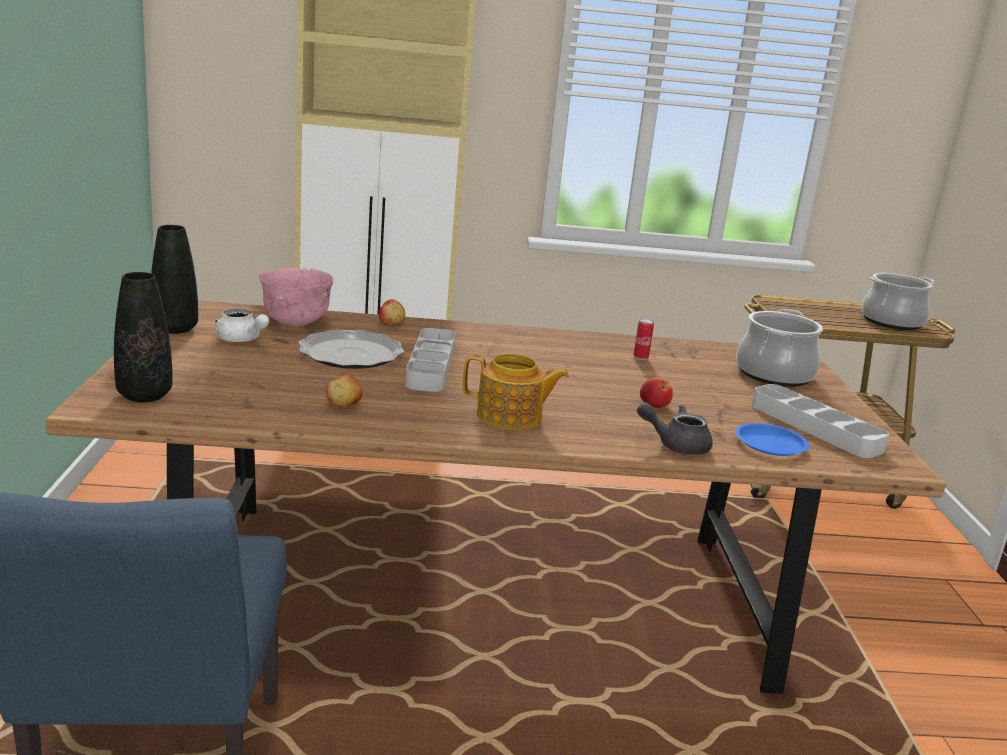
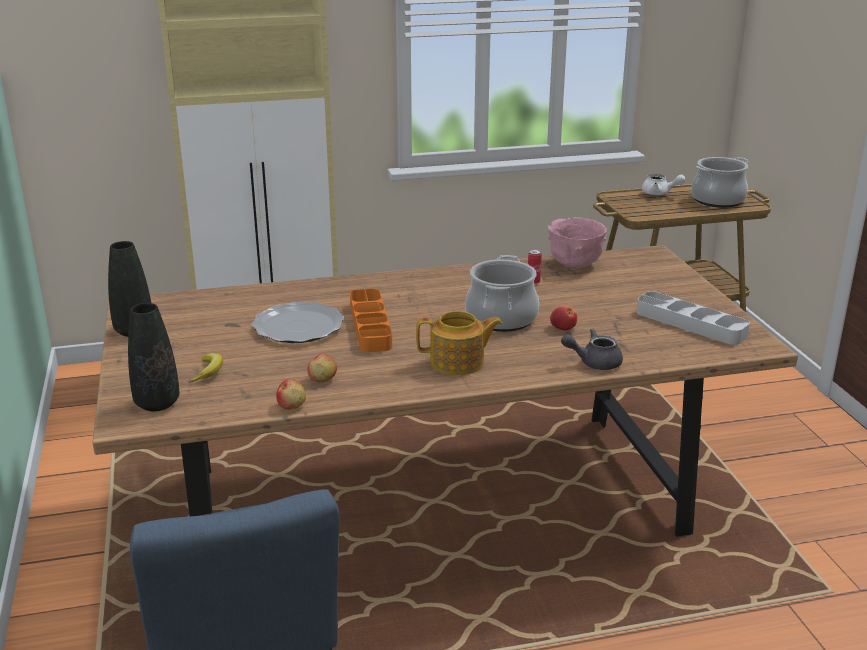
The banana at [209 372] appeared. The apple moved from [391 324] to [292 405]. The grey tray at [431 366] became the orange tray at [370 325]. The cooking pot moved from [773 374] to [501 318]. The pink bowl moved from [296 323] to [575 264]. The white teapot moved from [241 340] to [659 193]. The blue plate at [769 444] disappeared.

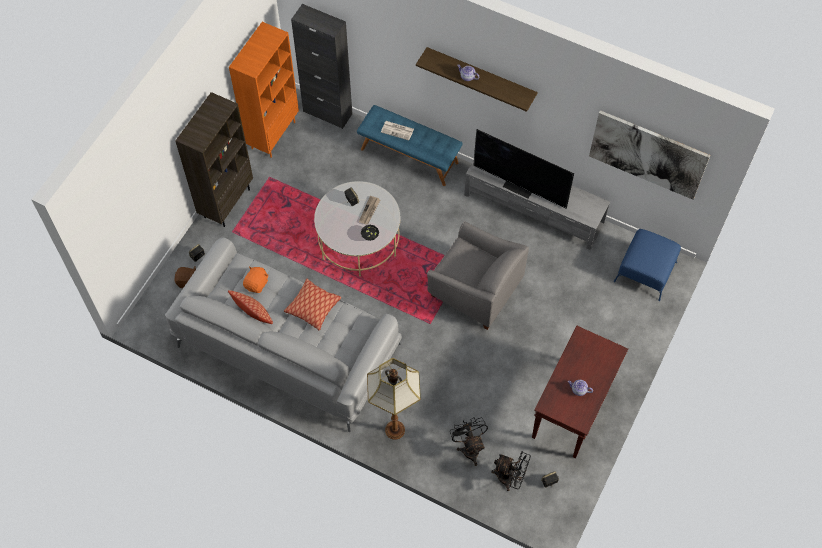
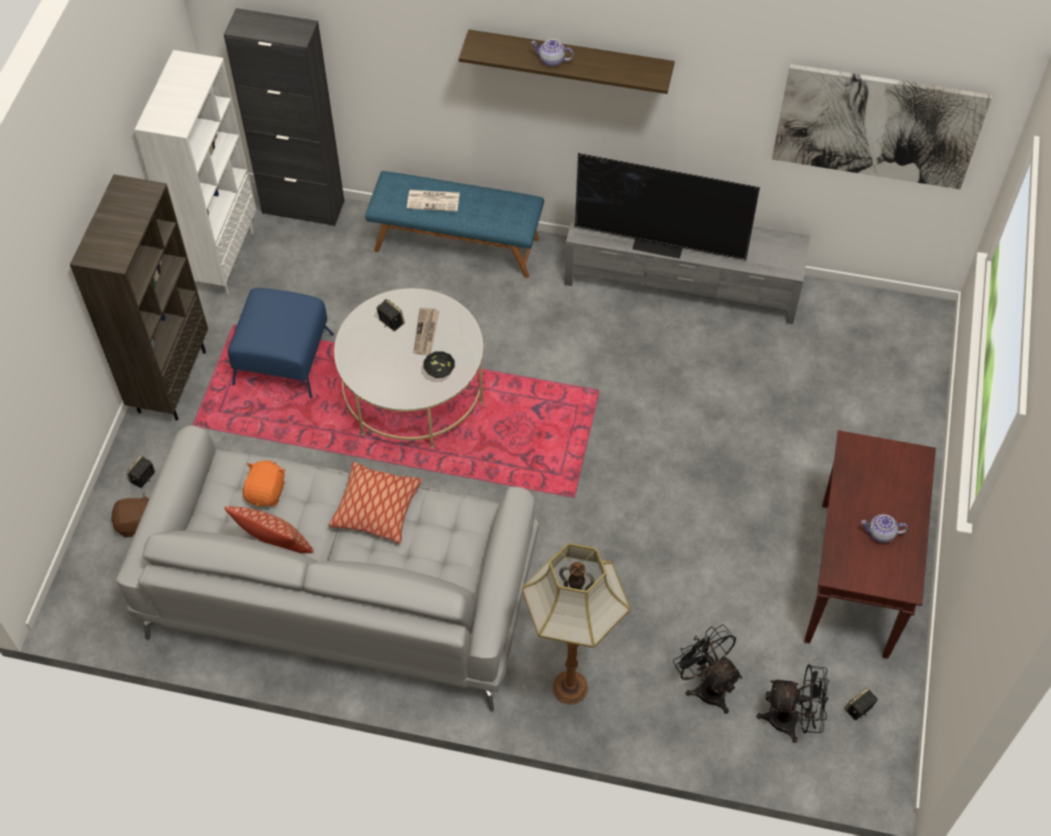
The orange bookcase at [273 134] became the white bookcase at [221 258]. The blue ottoman moved from [645 272] to [282 359]. The grey armchair at [475 289] disappeared.

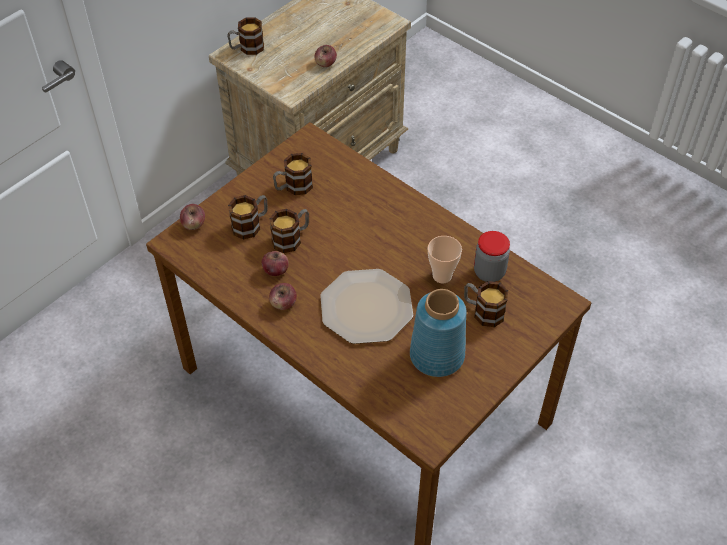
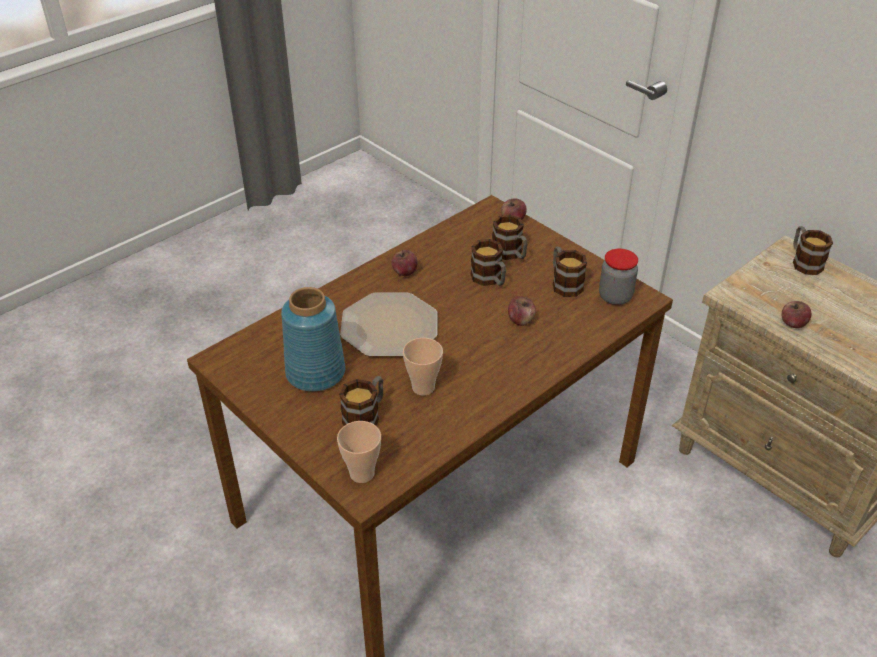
The cup at [362 473] appeared. The apple moved from [276 270] to [521 320]. The jar moved from [489 272] to [615 297].

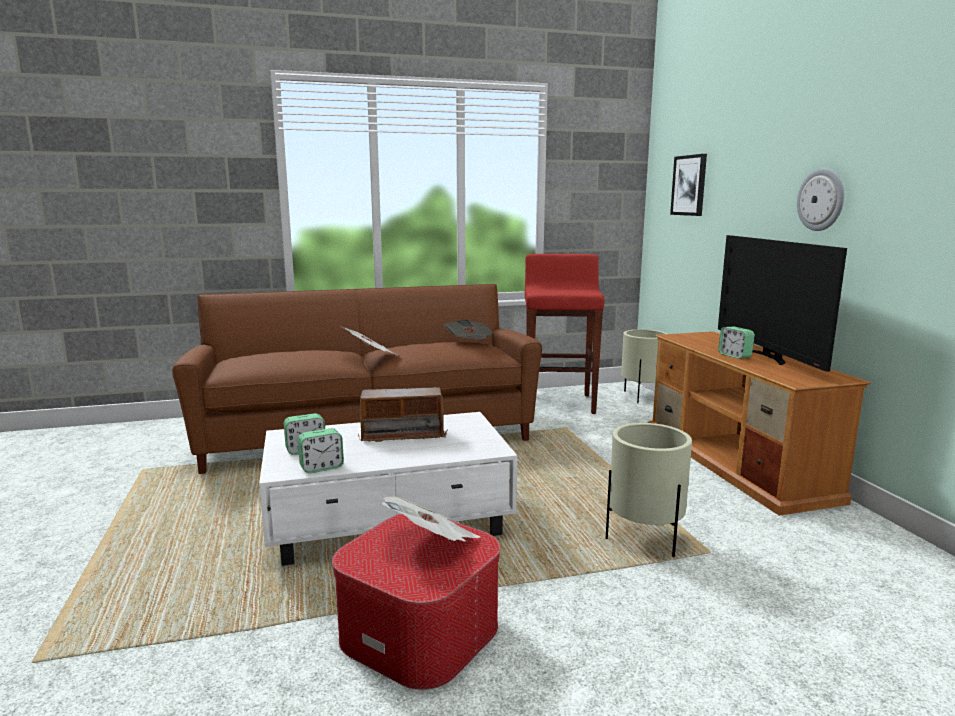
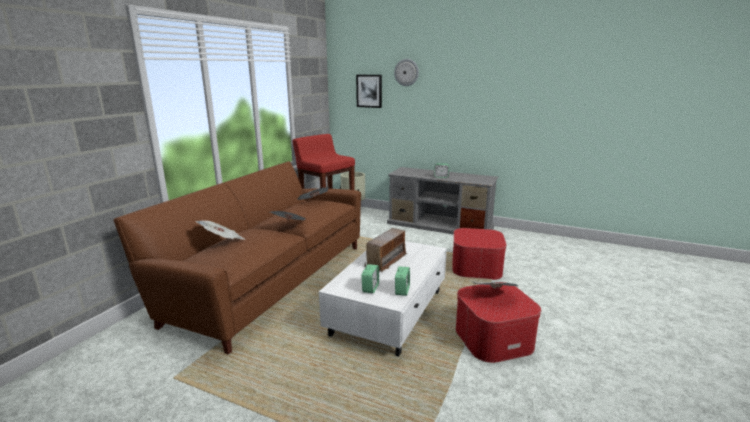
The newspaper at [223 241] appeared. The brown tv stand at [736 461] became the grey tv stand at [440 225]. The wall clock moved from [821 199] to [406 72]. The beige planter at [644 539] was replaced by the ottoman at [476 267]. The television at [768 357] disappeared.

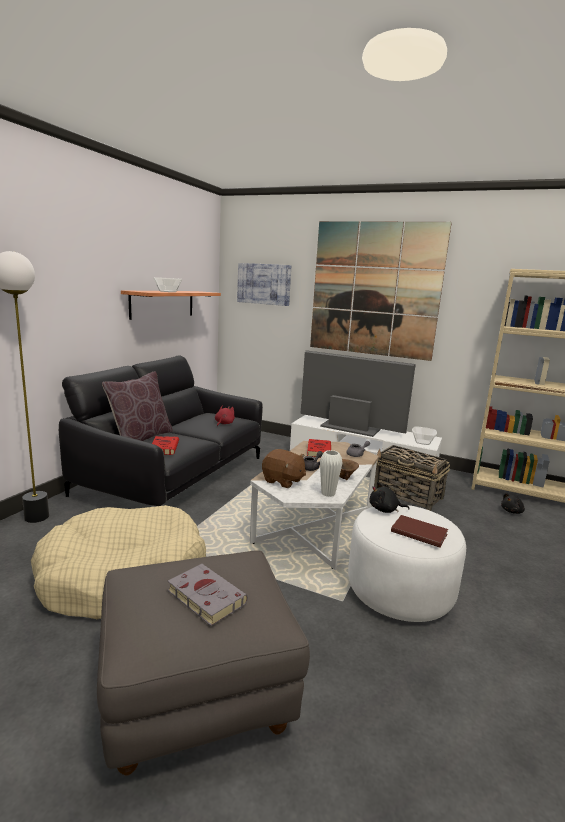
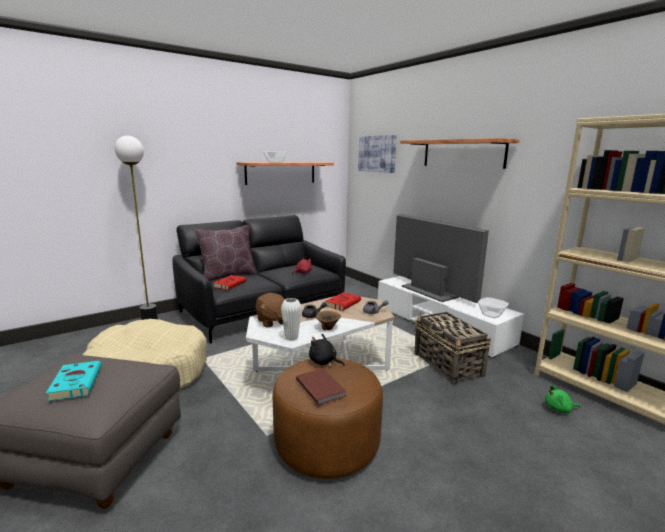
The grey book at [204 596] became the turquoise book at [76 382]. The white ottoman at [400 591] became the brown ottoman at [327 445]. The picture at [374 290] was replaced by the shelf at [462 153]. The black plush toy at [512 511] became the green plush toy at [559 409].

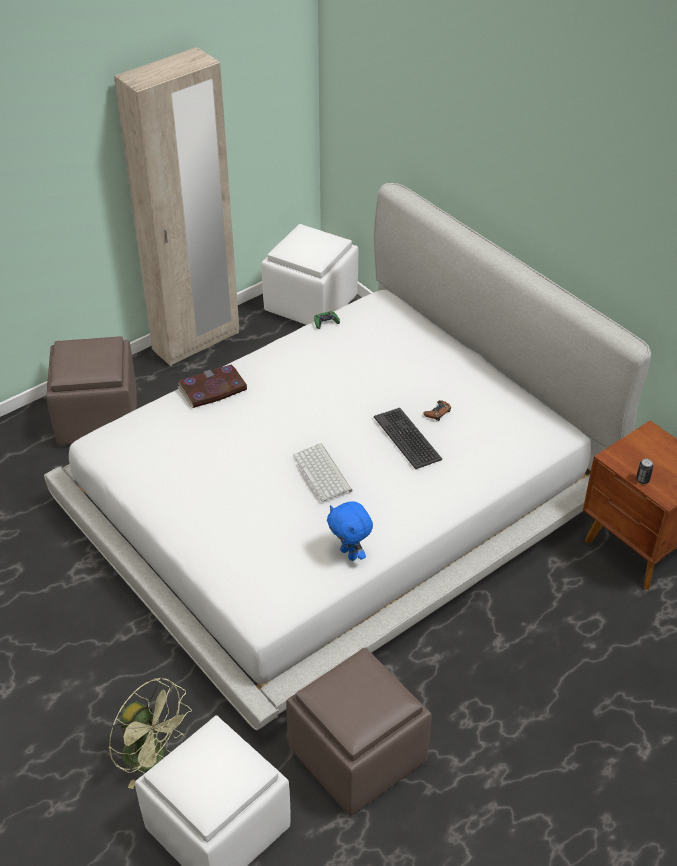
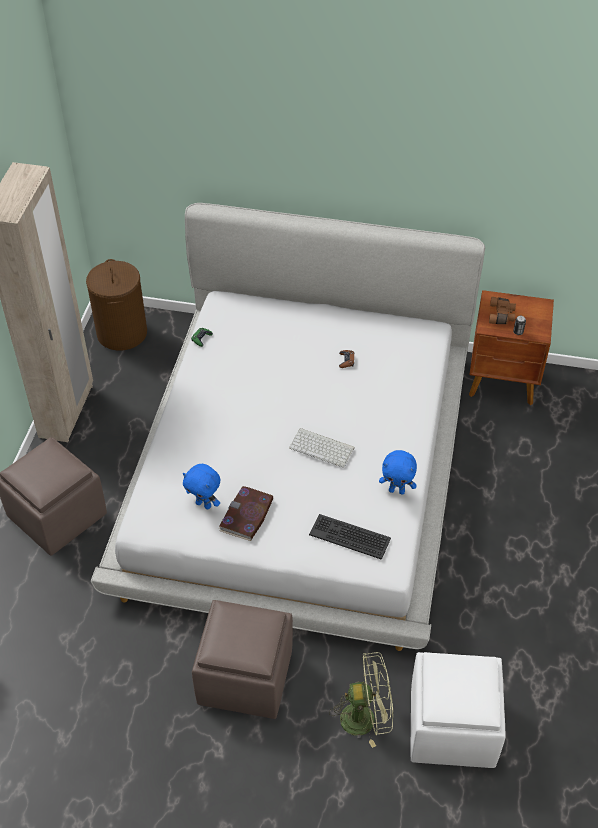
The white ottoman at [310 303] was replaced by the brown laundry basket at [122 333]. The blue plush toy at [204 504] appeared. The brown ottoman moved from [359 755] to [246 676]. The book moved from [212 389] to [247 515]. The keyboard moved from [408 438] to [350 536]. The brown binoculars at [502 315] appeared.

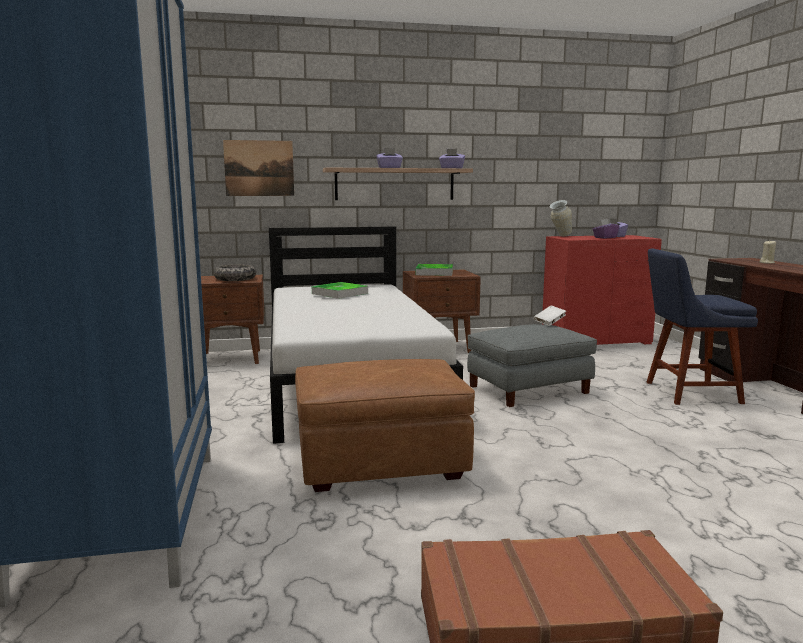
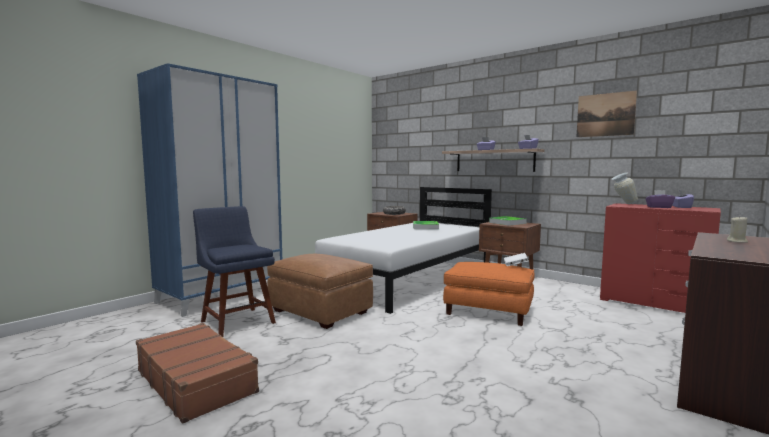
The blue chair moved from [687 392] to [236 321]. The grey ottoman at [528 390] became the orange ottoman at [487 311]. The picture moved from [259 168] to [605 114].

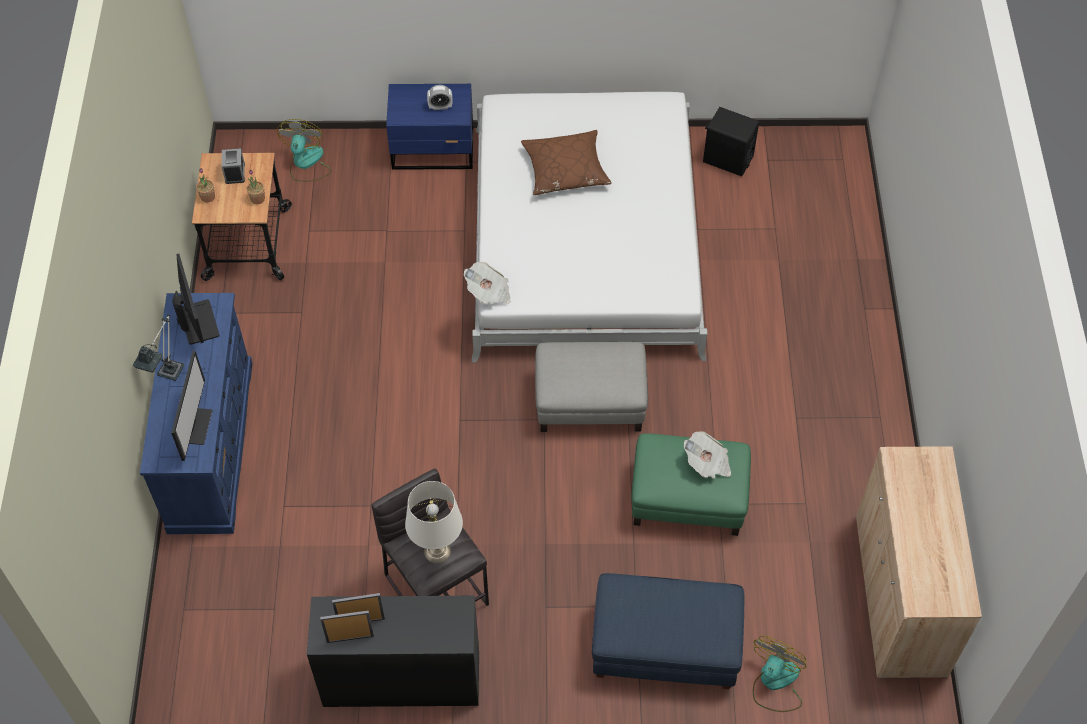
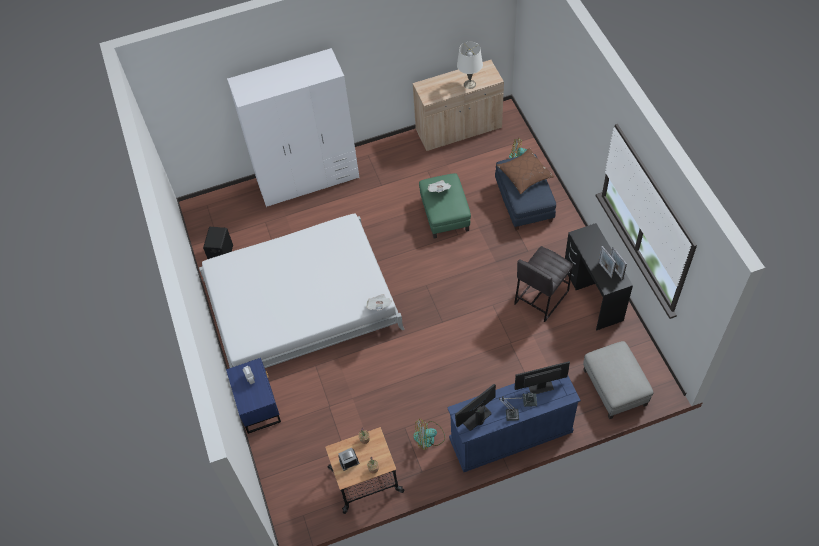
The white wardrobe at [308 179] appeared. The fan moved from [306 163] to [429 438]. The white table lamp moved from [437 551] to [470 84]. The brown pillow moved from [565 169] to [524 175]. The grey ottoman moved from [590 401] to [614 387].

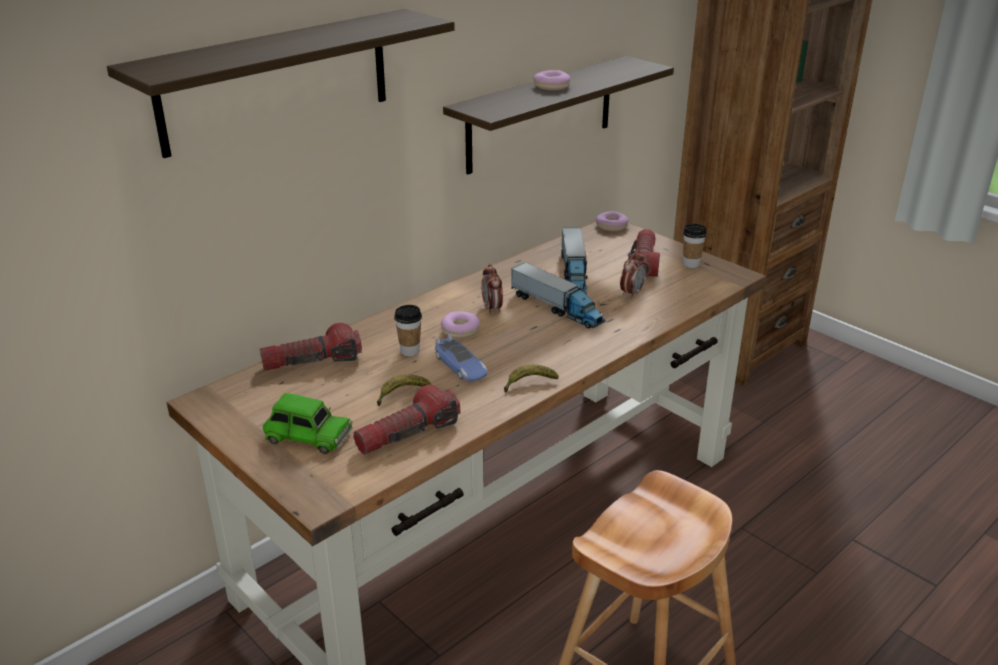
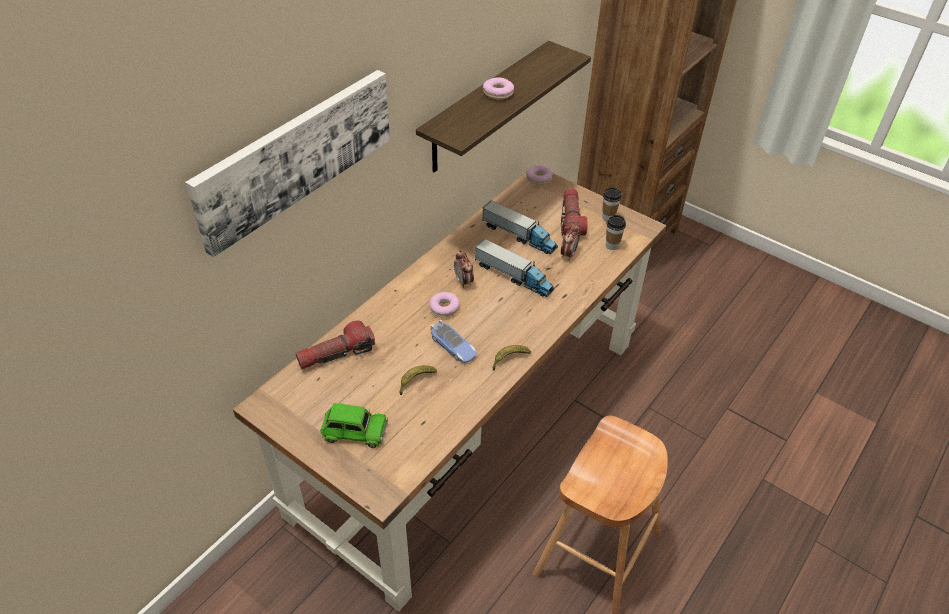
The shelf at [276 81] was replaced by the picture at [295 156]. The toy truck at [573 273] turned 45 degrees counterclockwise. The cup moved from [410 351] to [612 245]. The flashlight at [408 434] disappeared.

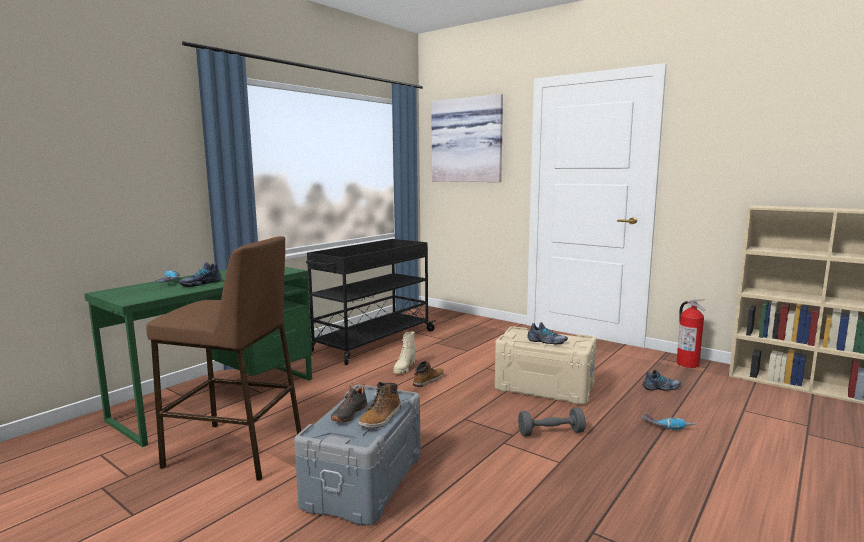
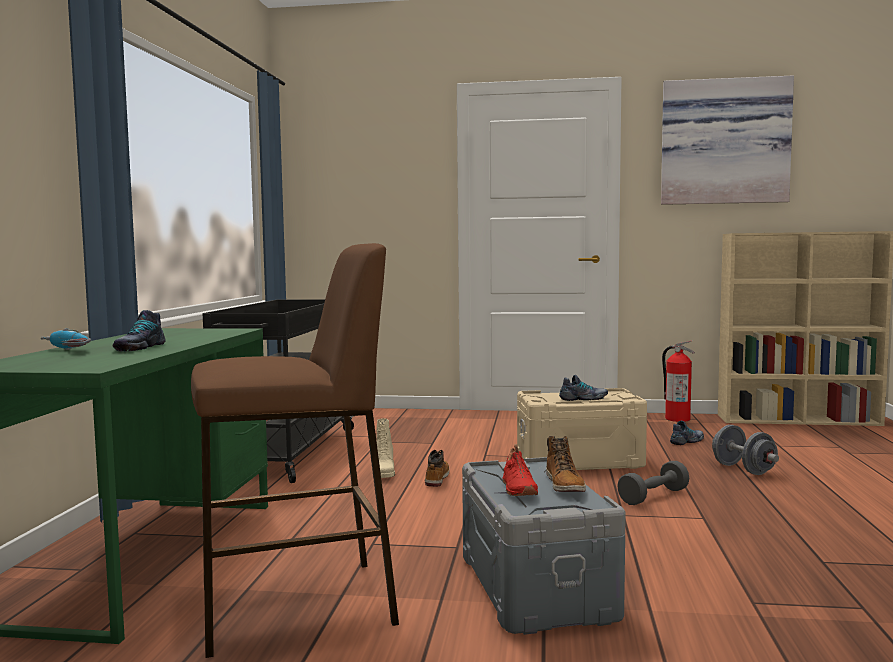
The black shoe at [348 414] became the red shoe at [517 489]. The picture moved from [468 140] to [724 142]. The power drill at [667 426] was replaced by the grey dumbbell at [743 469].

